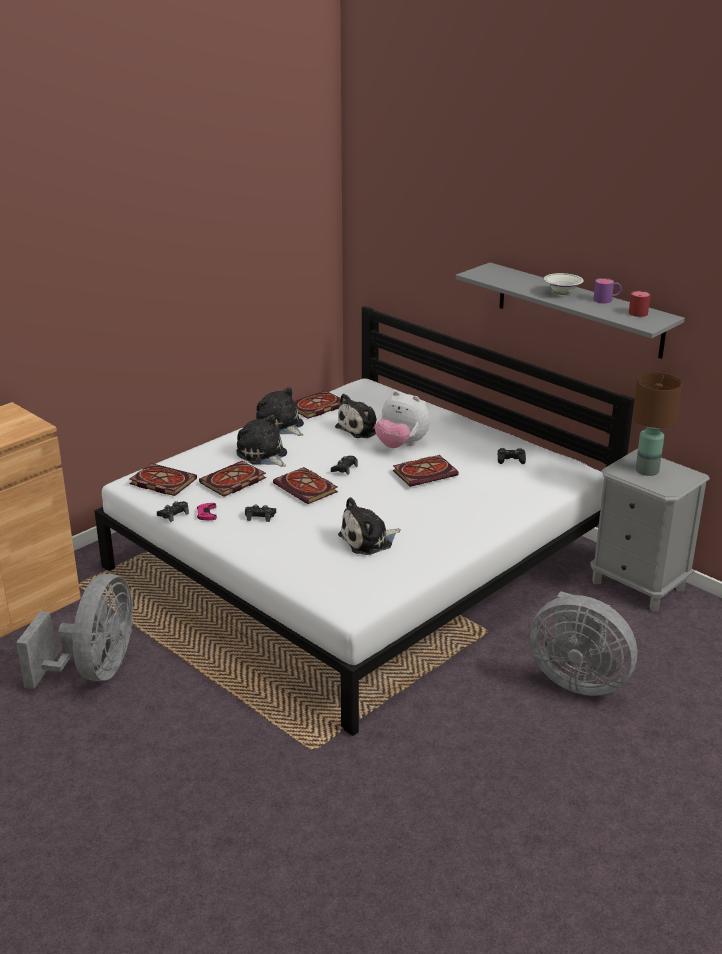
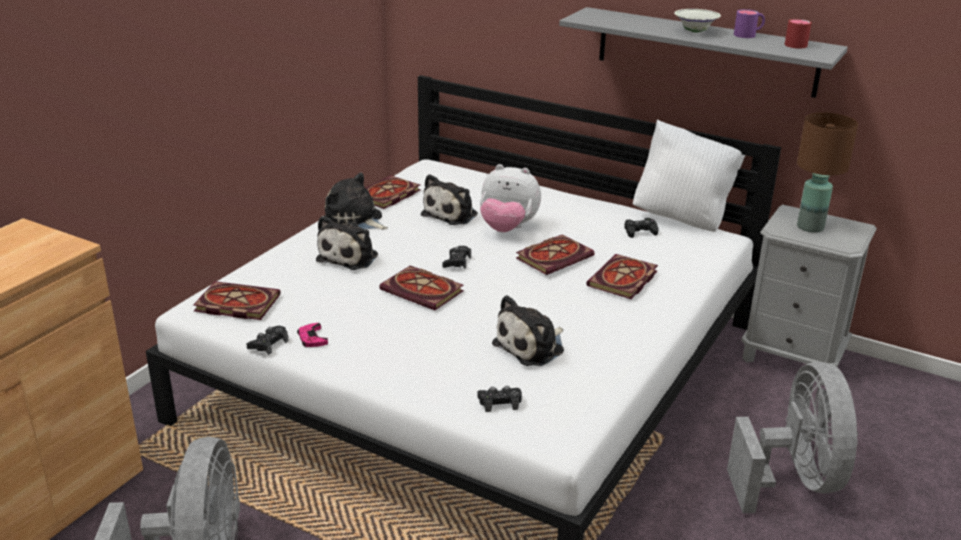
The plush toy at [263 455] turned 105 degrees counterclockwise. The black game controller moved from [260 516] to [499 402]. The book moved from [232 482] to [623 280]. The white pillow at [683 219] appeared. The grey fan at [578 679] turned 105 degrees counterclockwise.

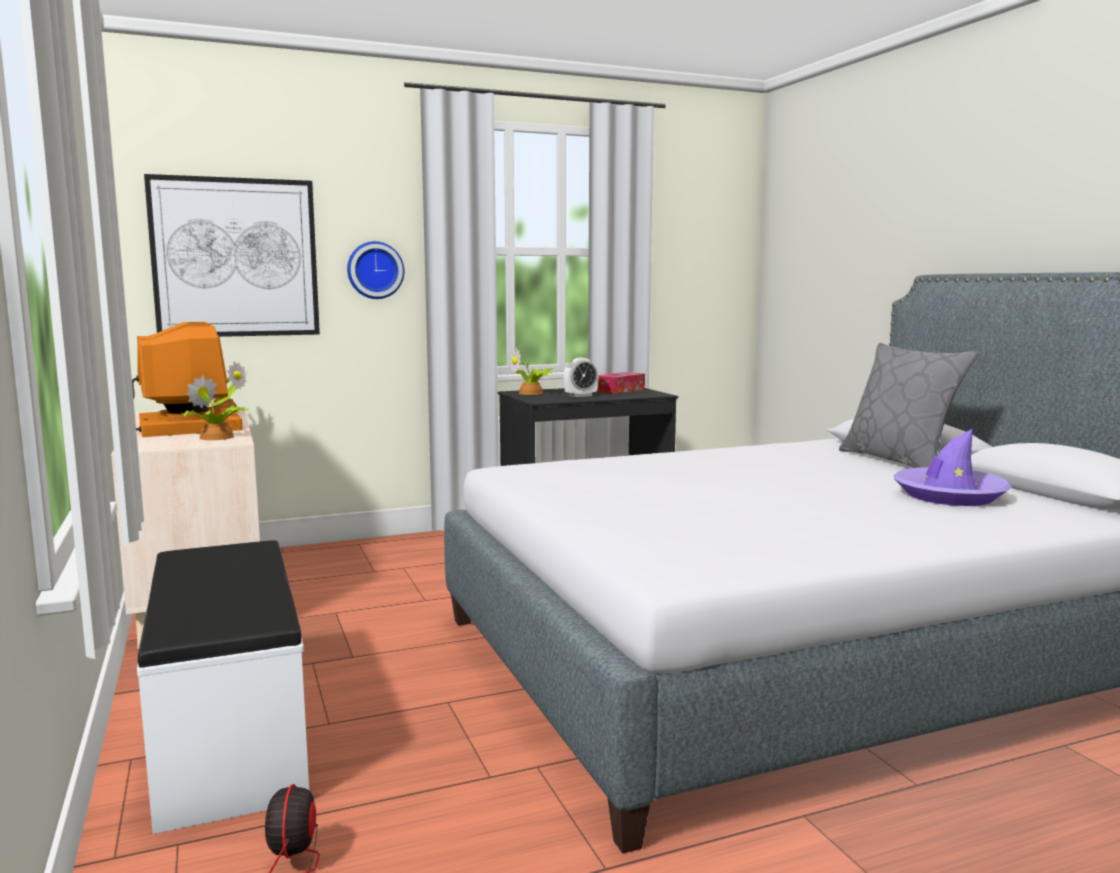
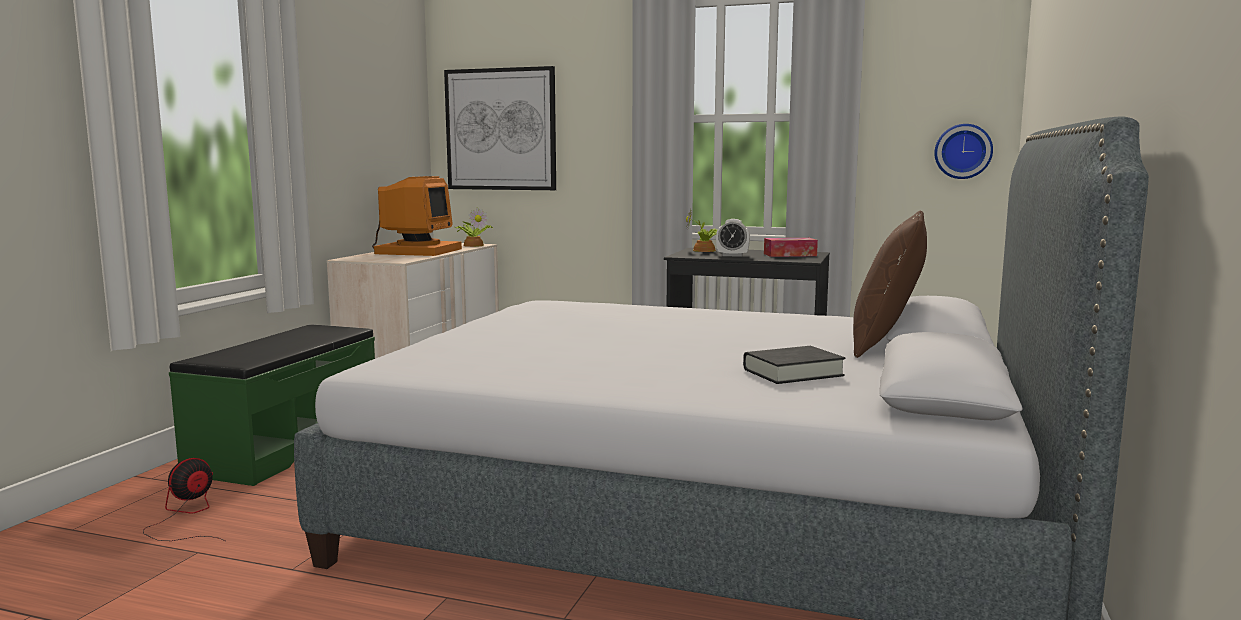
The white bench at [227 737] became the green bench at [286 447]. The purple hat at [949 496] was replaced by the black book at [793 372]. The grey pillow at [899 461] became the brown pillow at [886 344]. The wall clock moved from [375 270] to [963 151]. The potted plant at [216 437] disappeared.

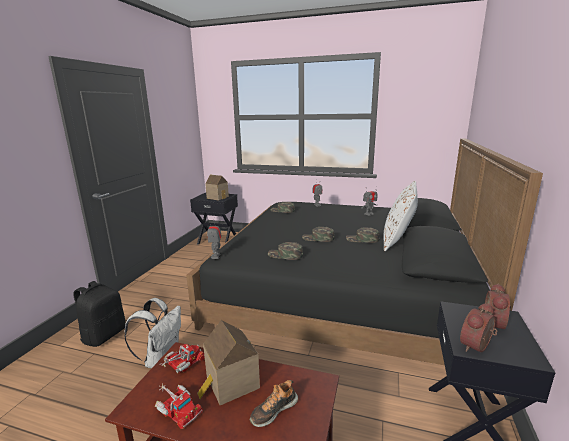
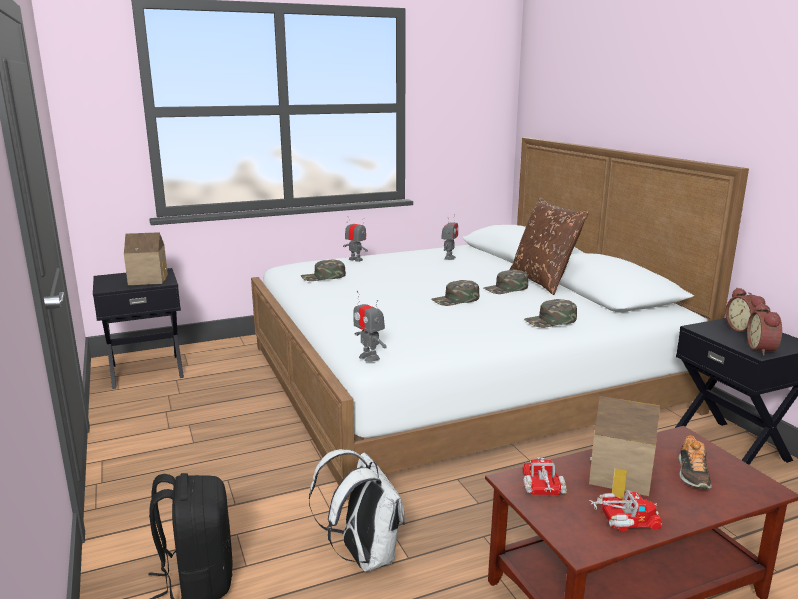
The black bed at [344 289] became the white bed at [458 376]. The white pillow at [397 241] became the brown pillow at [543 281]. The green cap moved from [285 255] to [550 321].

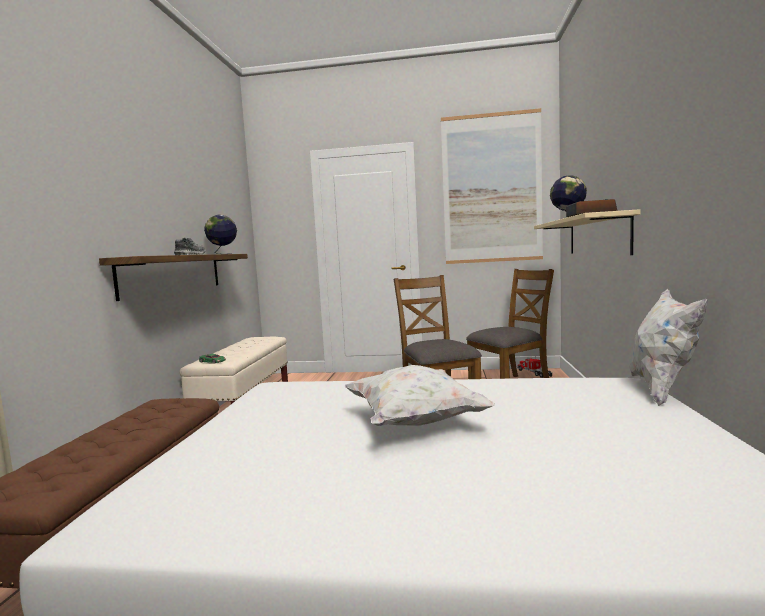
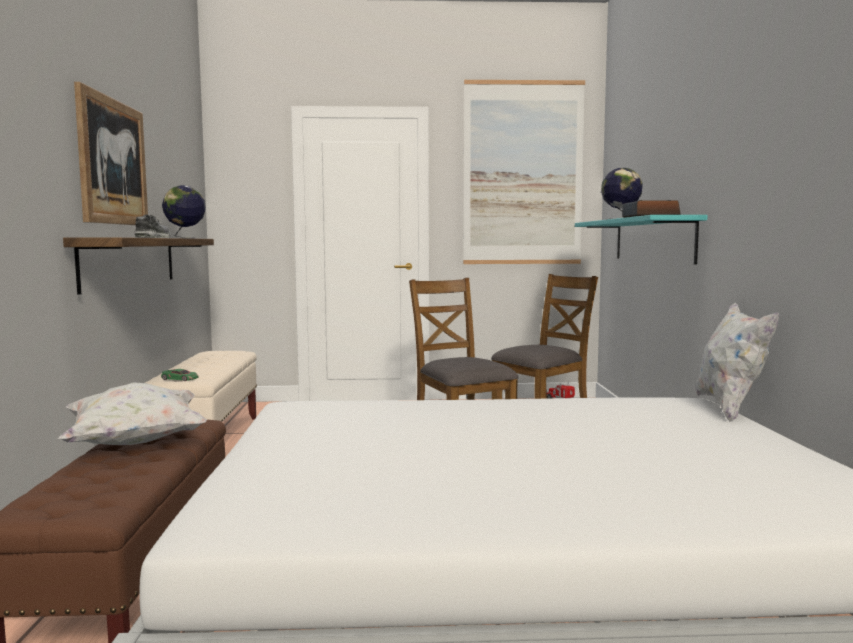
The white pillow moved from [415 422] to [136 443]. The picture at [113 162] appeared. The beige shelf at [597 236] became the turquoise shelf at [652 240].

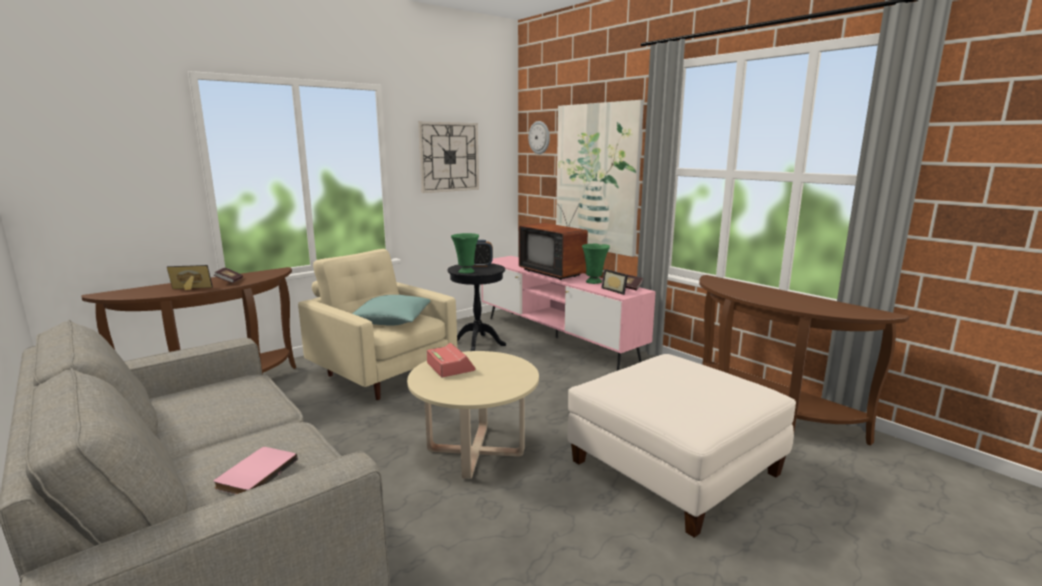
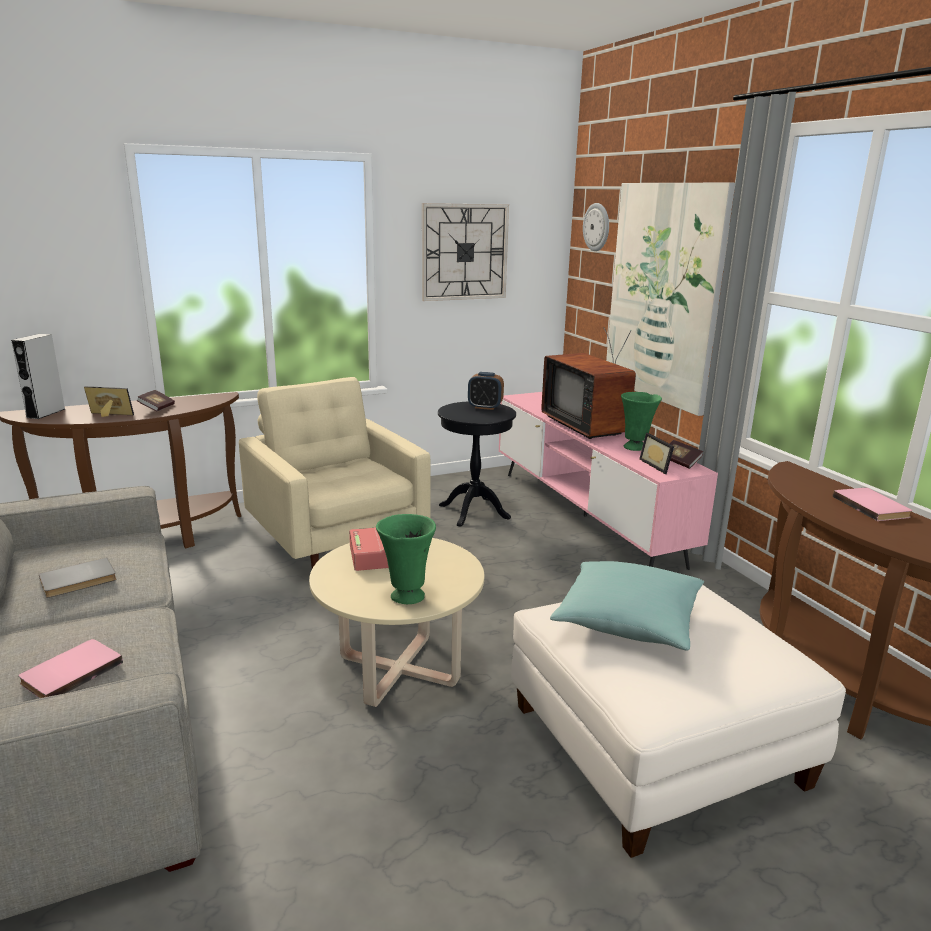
The grey speaker at [46 413] appeared. The grey book at [79 581] appeared. The green vase moved from [465 272] to [406 596]. The turquoise pillow moved from [392 321] to [628 621]. The pink book at [872 506] appeared.

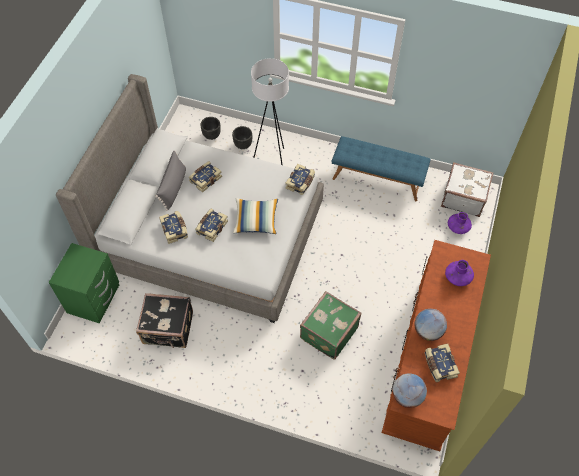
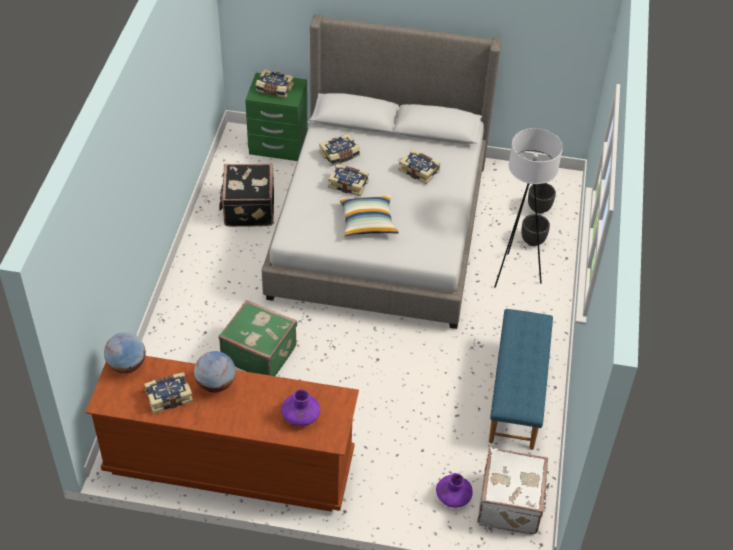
The book moved from [300 183] to [274 89]. The grey pillow at [173 187] disappeared.

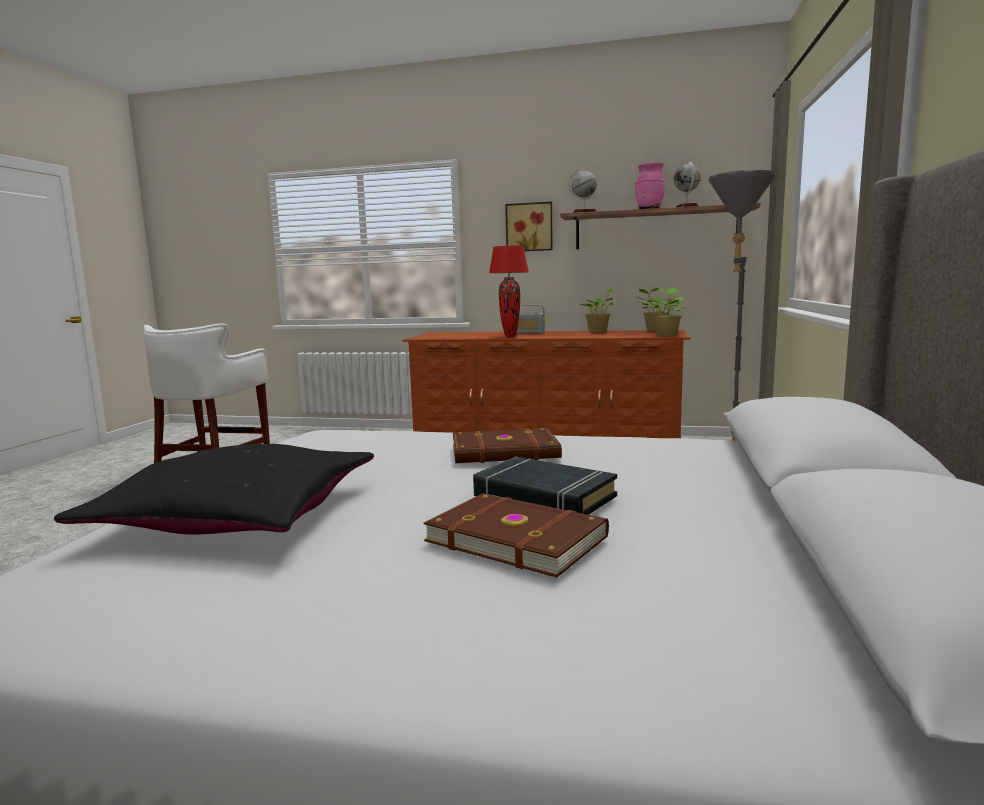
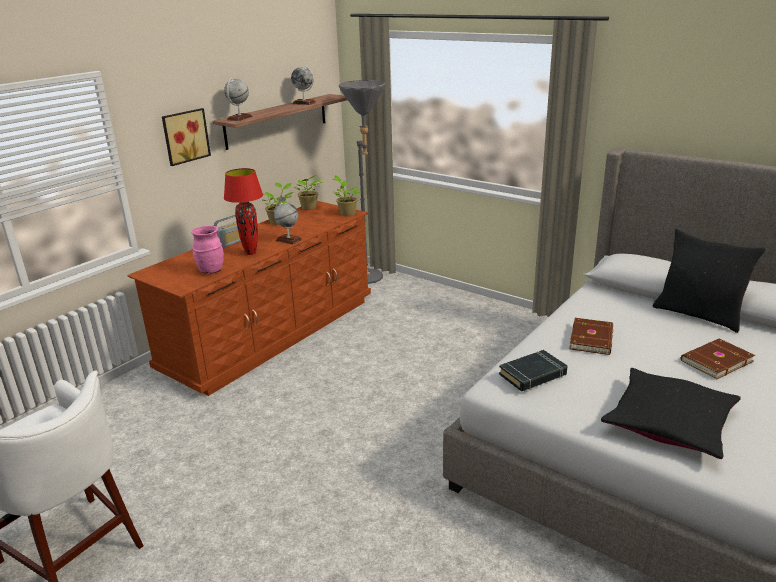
The pink vase moved from [649 209] to [210 270]. The globe at [288 240] appeared. The black book moved from [543 497] to [533 375]. The black pillow at [698 314] appeared.

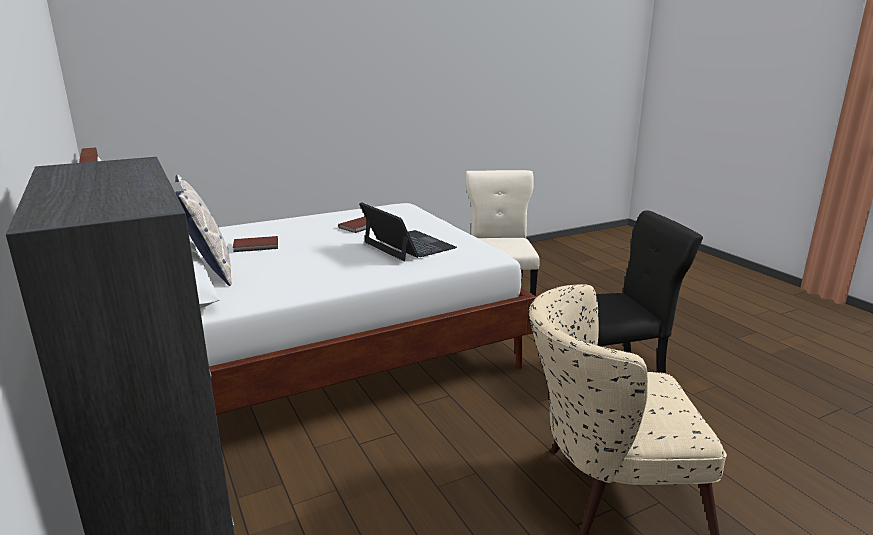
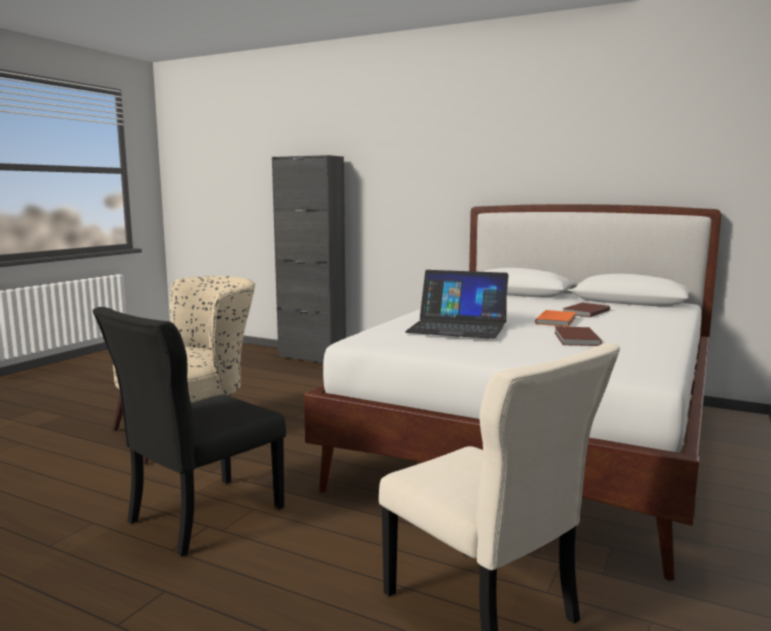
The orange book at [557 320] appeared. The pillow at [209 271] disappeared.

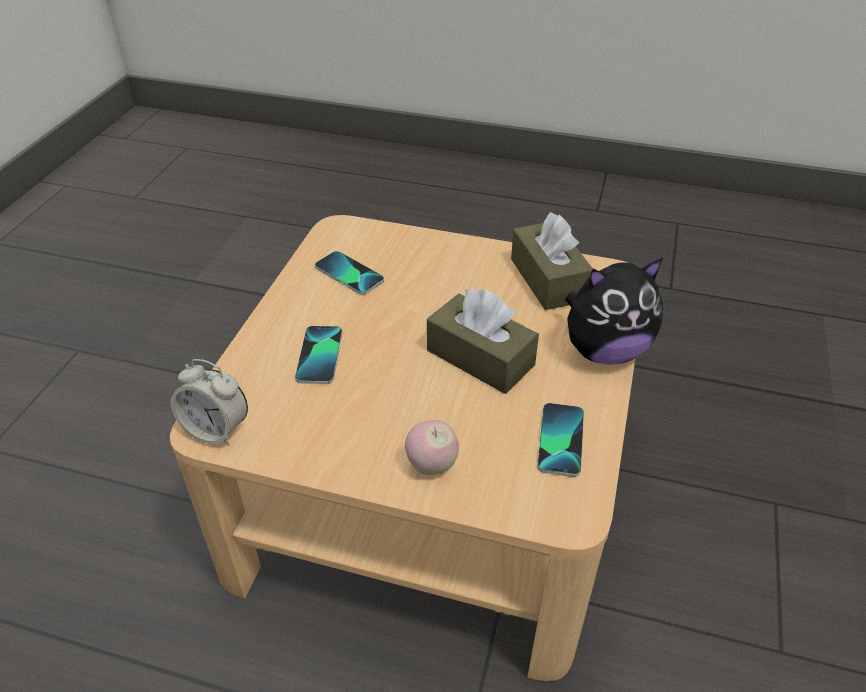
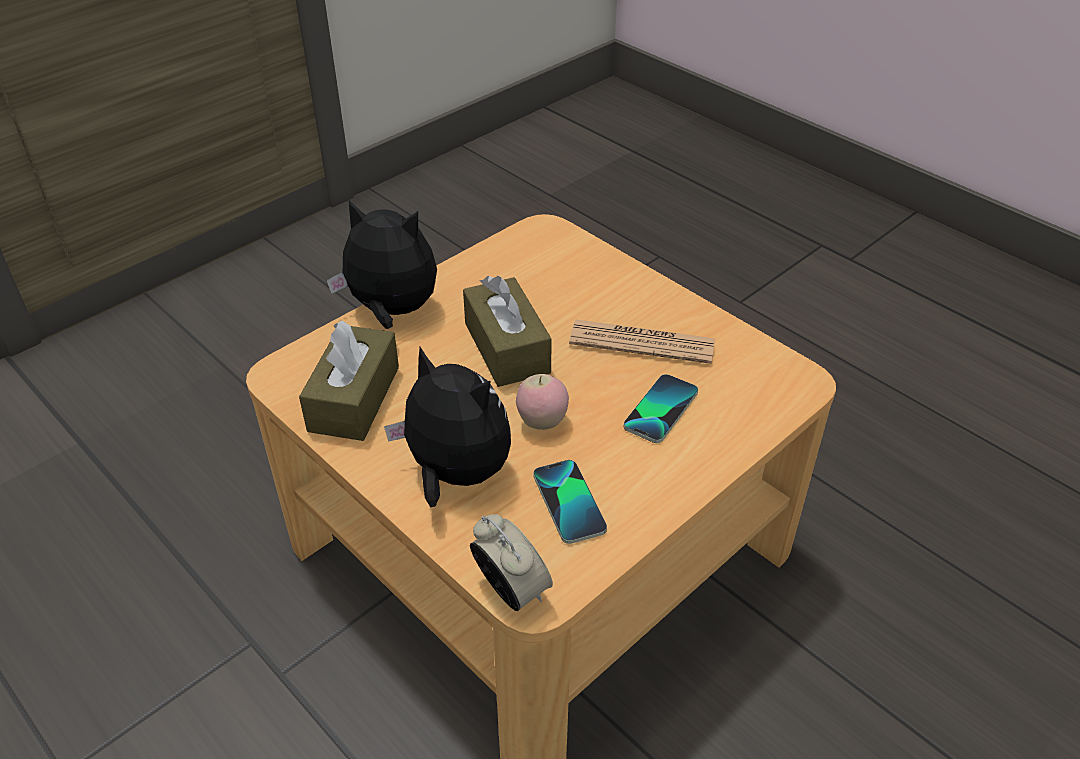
The plush toy at [455 474] appeared. The alarm clock moved from [216 430] to [511 590]. The apple moved from [431 465] to [542 422]. The newspaper at [642 343] appeared. The phone at [560 440] disappeared.

